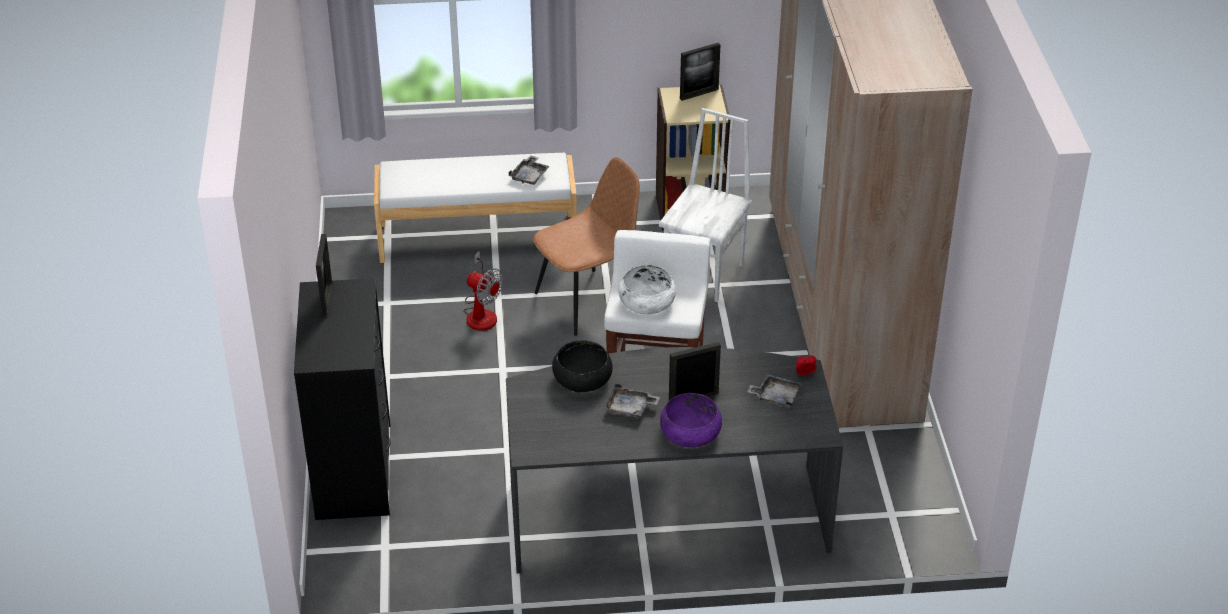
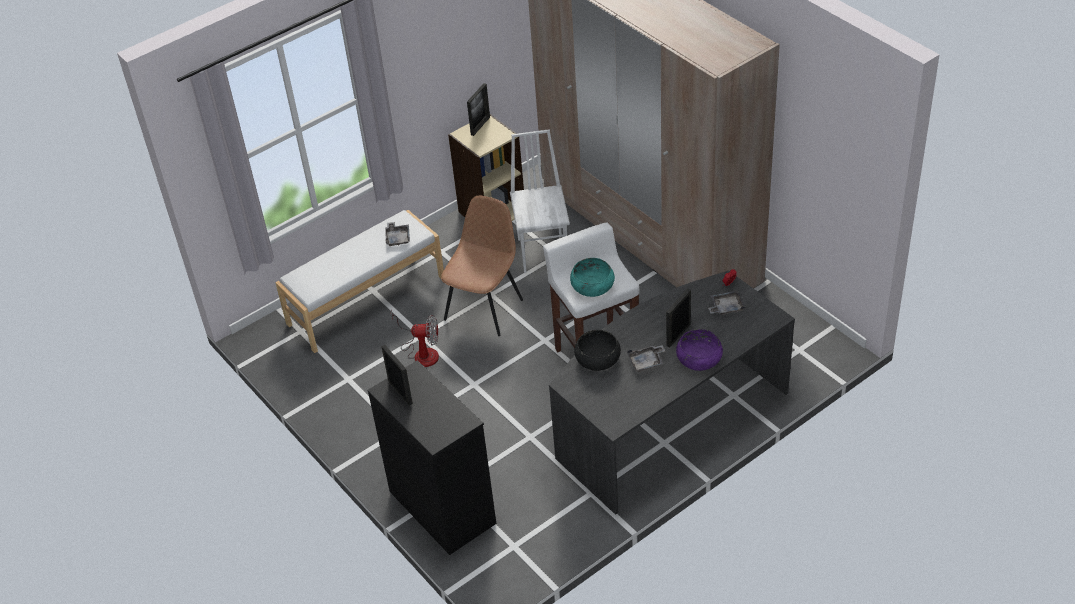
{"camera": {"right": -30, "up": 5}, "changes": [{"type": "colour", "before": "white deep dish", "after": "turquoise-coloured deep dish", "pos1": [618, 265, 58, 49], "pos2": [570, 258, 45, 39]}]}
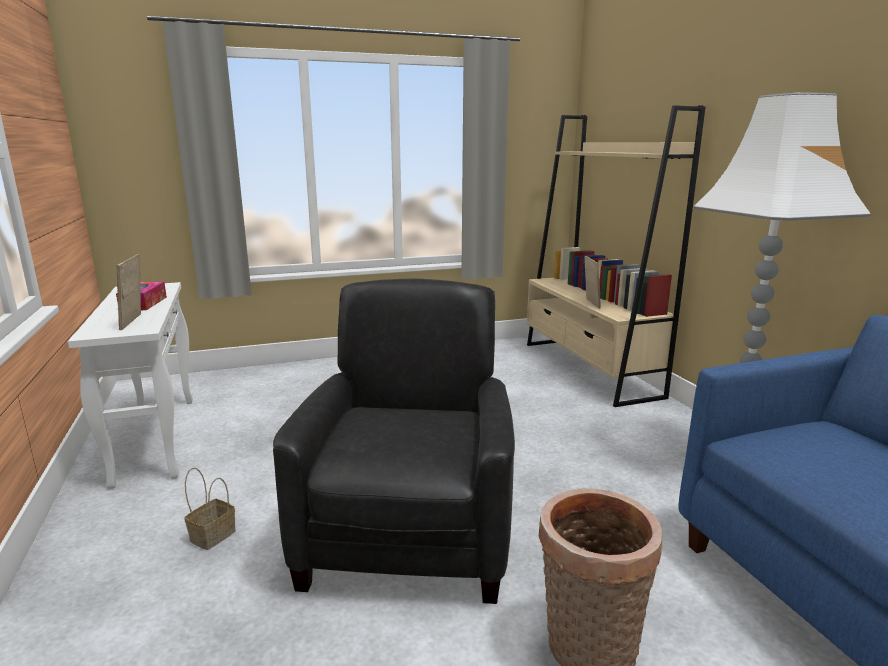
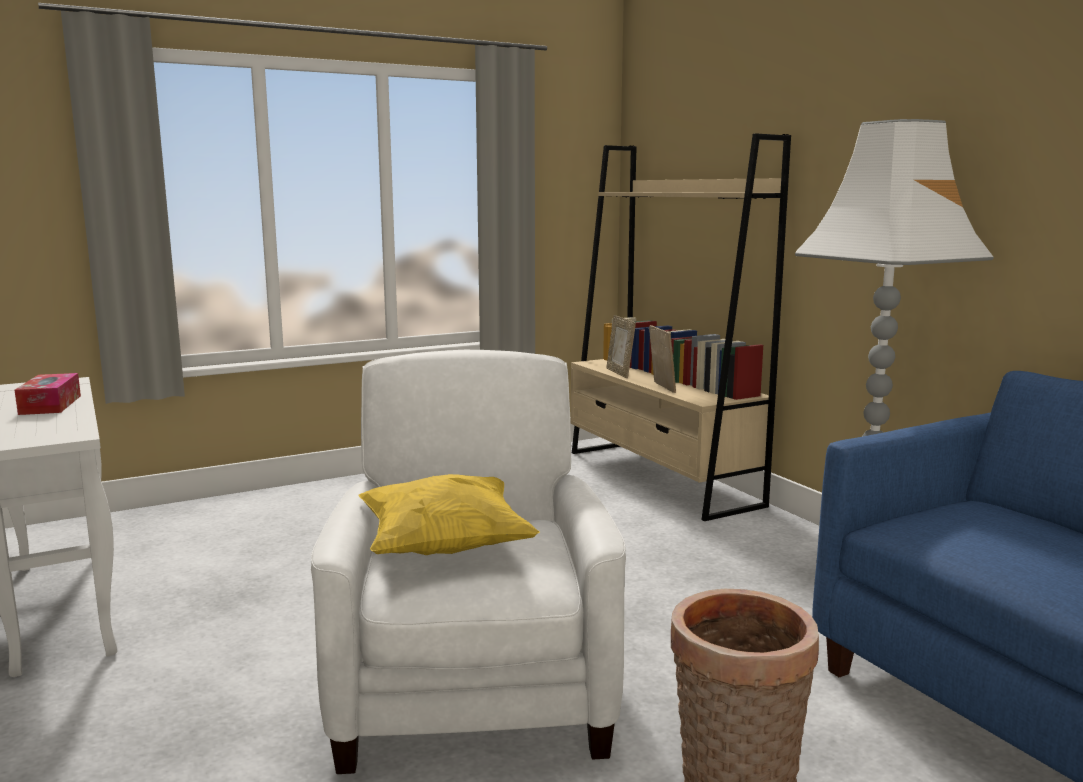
{"camera": {"right": -10, "up": -5}, "changes": [{"type": "relocated", "before": "photo frame", "pos1": [116, 254, 25, 76], "pos2": [607, 315, 29, 63]}, {"type": "missing", "before": "household basket", "pos1": [184, 468, 52, 82]}, {"type": "colour", "before": "black-coloured lounge chair", "after": "white lounge chair", "pos1": [273, 279, 242, 325], "pos2": [311, 350, 315, 424]}, {"type": "appeared", "after": "yellow-coloured pillow", "pos2": [359, 474, 181, 81]}]}
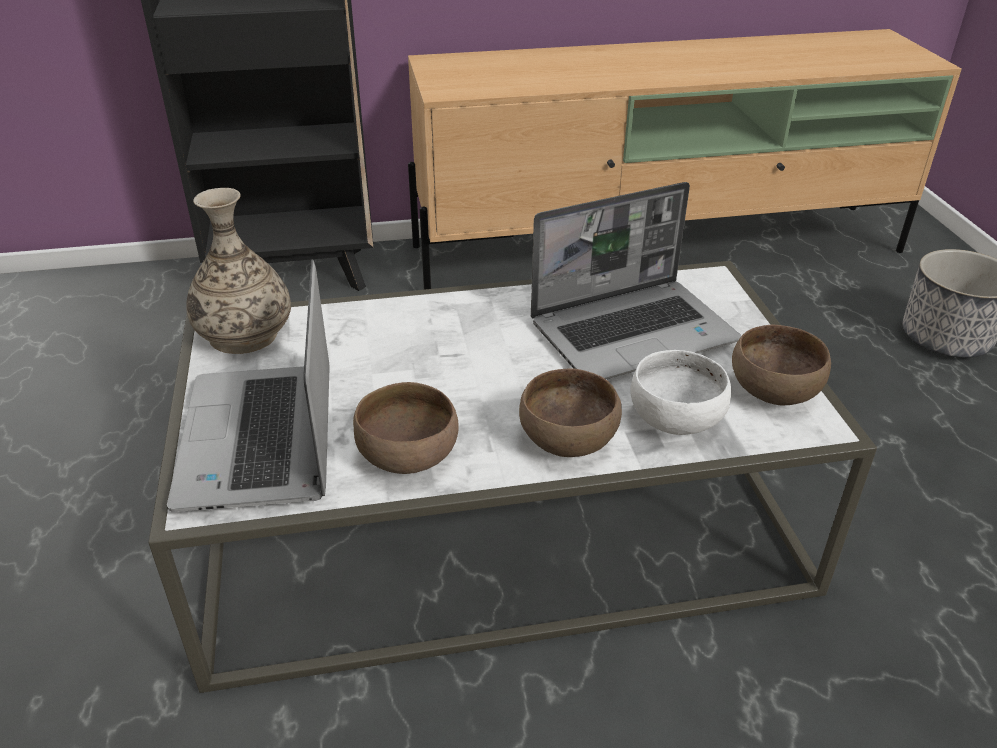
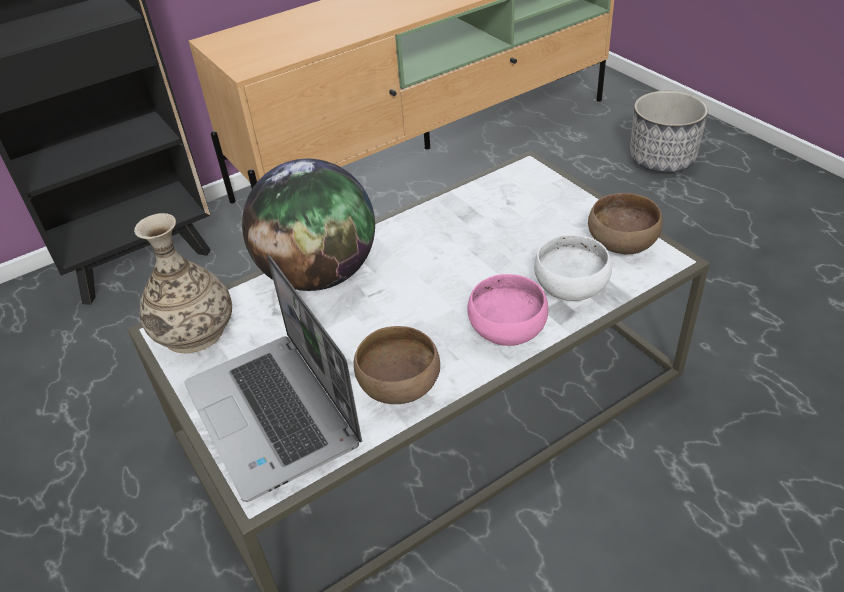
{"camera": {"right": -20, "up": 5}, "changes": [{"type": "colour", "before": "brown-coloured deep dish", "after": "pinkish deep dish", "pos1": [519, 369, 103, 88], "pos2": [467, 274, 81, 72]}, {"type": "missing", "before": "notebook computer", "pos1": [531, 182, 210, 197]}, {"type": "appeared", "after": "world globe", "pos2": [242, 159, 133, 132]}]}
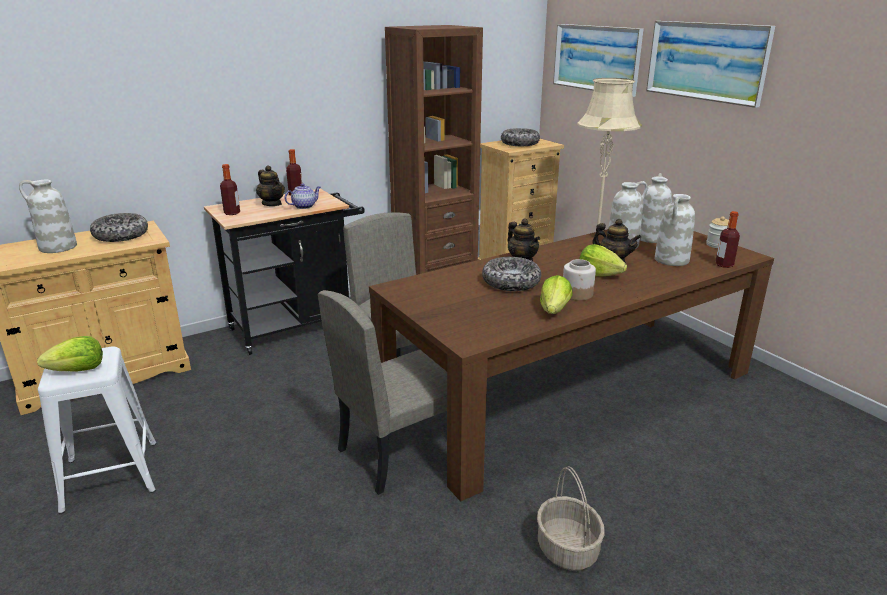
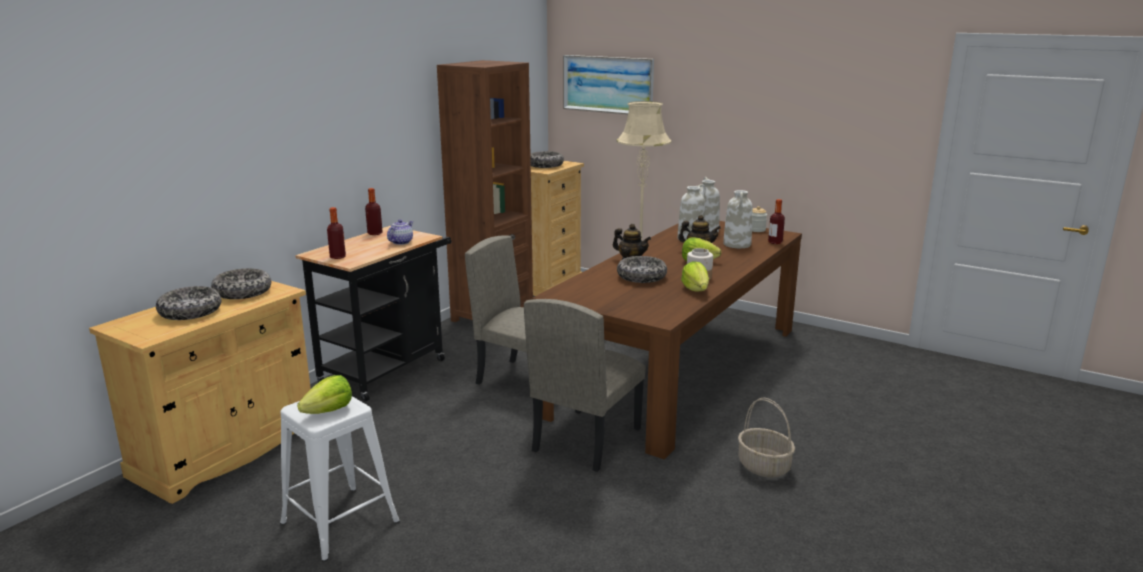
{"camera": {"right": -25, "up": -5}, "changes": [{"type": "exchanged", "before": "white flower vase", "after": "deep dish", "pos1": [19, 180, 58, 73], "pos2": [156, 286, 65, 34]}, {"type": "missing", "before": "teapot", "pos1": [256, 165, 29, 41]}, {"type": "missing", "before": "picture", "pos1": [646, 21, 129, 87]}]}
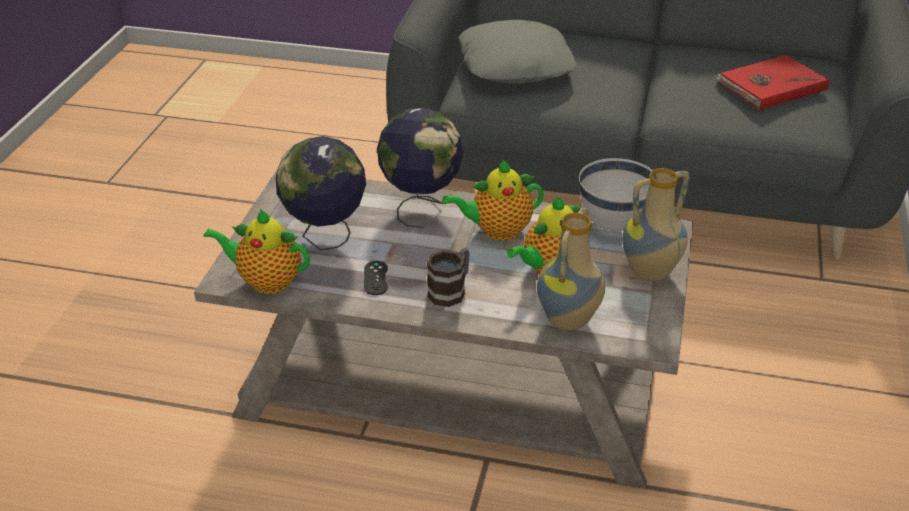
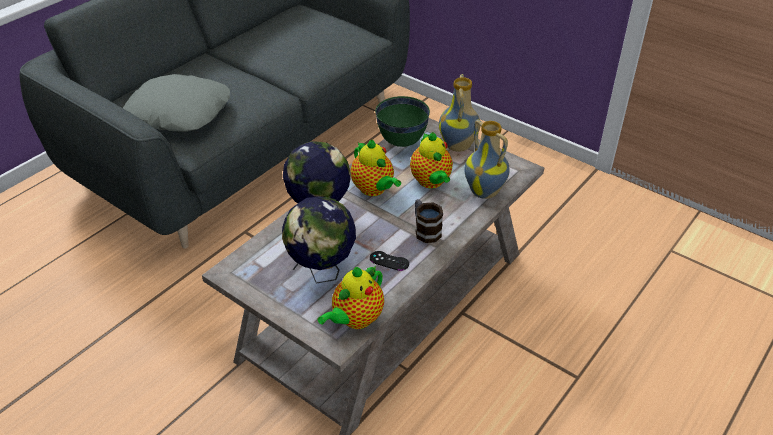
{"camera": {"right": -65, "up": 5}, "changes": [{"type": "spun", "before": "teapot", "pos1": [442, 159, 102, 82], "pos2": [350, 140, 51, 56], "turn": -45}, {"type": "colour", "before": "white deep dish", "after": "green-coloured deep dish", "pos1": [579, 158, 73, 73], "pos2": [375, 96, 55, 51]}, {"type": "missing", "before": "red-coloured bound book", "pos1": [715, 55, 114, 55]}]}
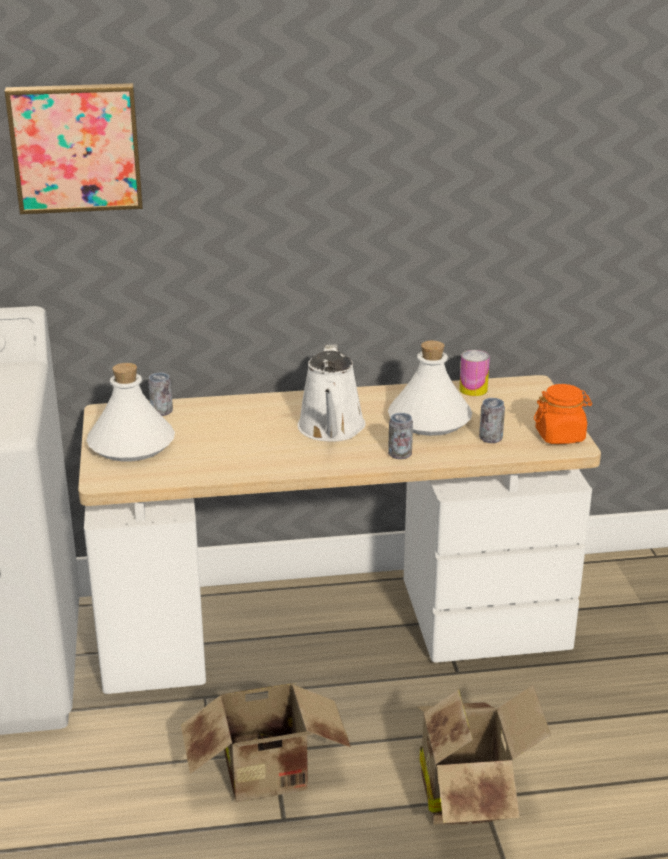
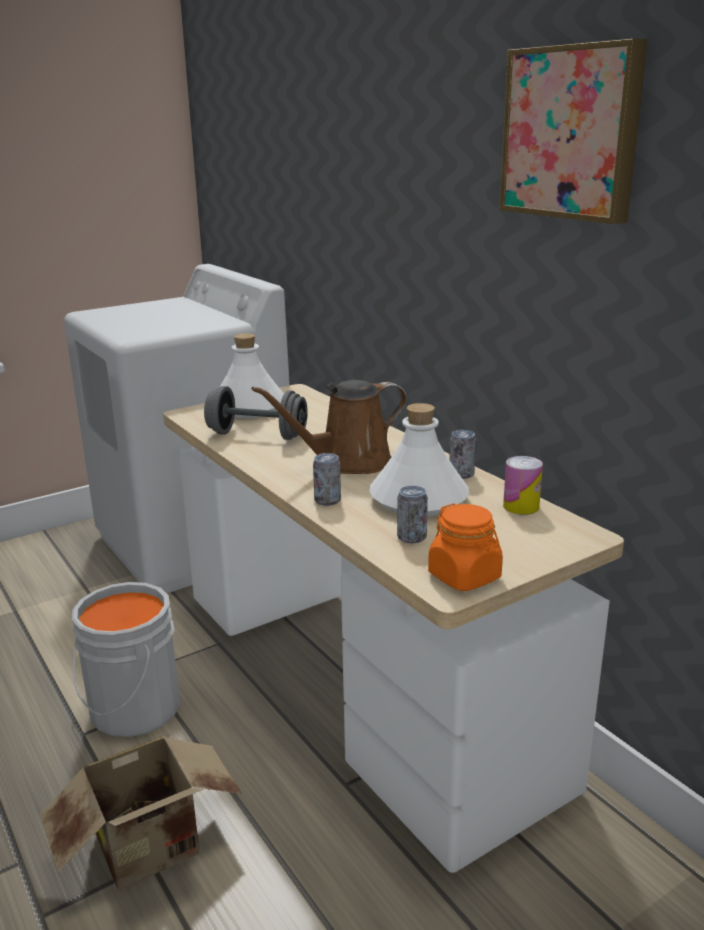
{"camera": {"right": 65, "up": -5}, "changes": [{"type": "relocated", "before": "picture", "pos1": [4, 83, 139, 131], "pos2": [500, 39, 148, 185]}, {"type": "relocated", "before": "sealed can", "pos1": [148, 372, 25, 44], "pos2": [449, 430, 27, 49]}, {"type": "exchanged", "before": "cardboard box", "after": "grey bucket", "pos1": [181, 683, 170, 119], "pos2": [72, 582, 108, 155]}, {"type": "colour", "before": "white watering can", "after": "brown-coloured watering can", "pos1": [298, 344, 68, 98], "pos2": [252, 380, 155, 94]}, {"type": "appeared", "after": "grey hand weight", "pos2": [204, 386, 104, 54]}]}
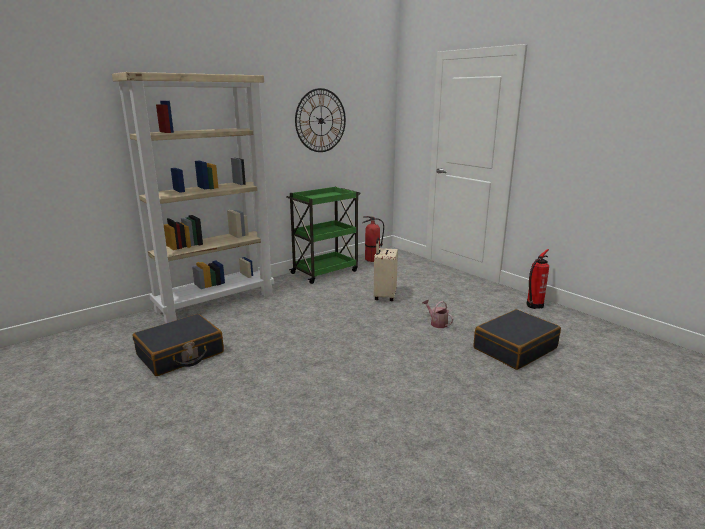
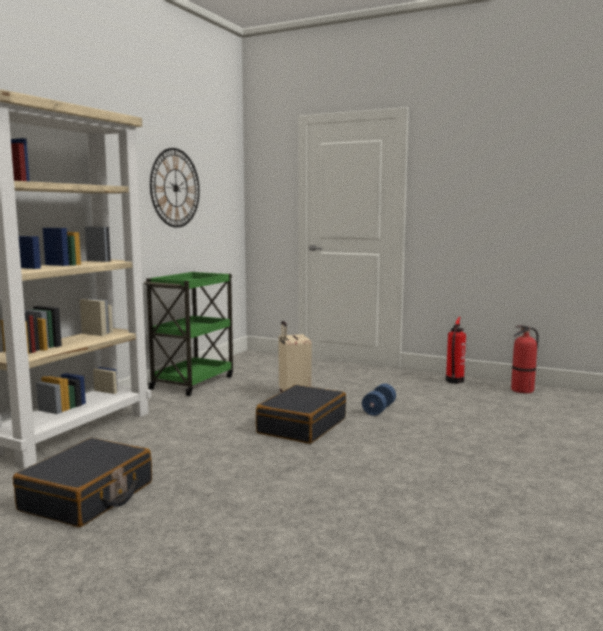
{"camera": {"right": -25, "up": -10}, "changes": [{"type": "relocated", "before": "extinguisher", "pos1": [362, 216, 22, 46], "pos2": [511, 325, 27, 69]}, {"type": "exchanged", "before": "watering can", "after": "blue hand weight", "pos1": [423, 300, 30, 28], "pos2": [362, 384, 34, 32]}, {"type": "relocated", "before": "black-coloured suitcase", "pos1": [474, 309, 87, 61], "pos2": [256, 385, 90, 59]}]}
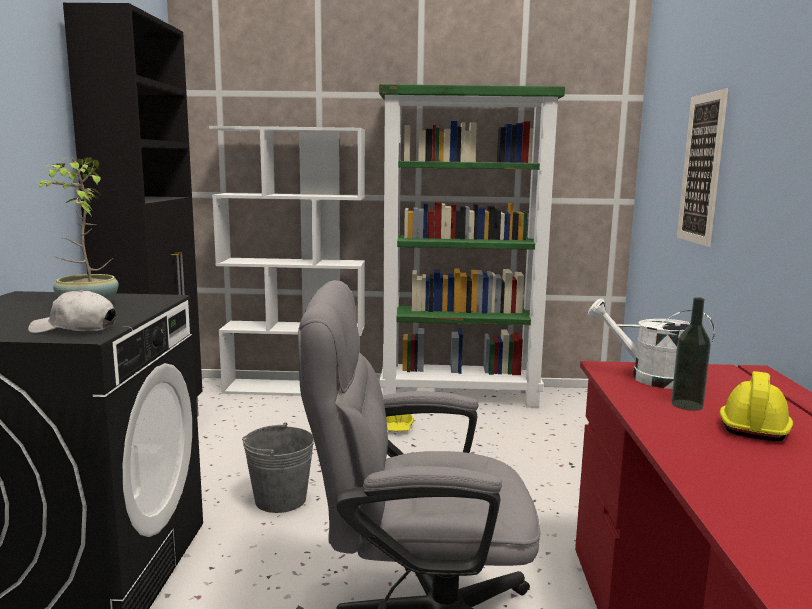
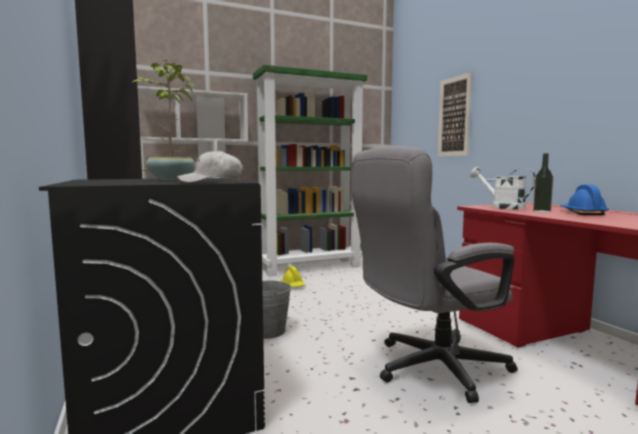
{"camera": {"right": -25, "up": -5}, "changes": [{"type": "spun", "before": "white watering can", "pos1": [588, 299, 127, 90], "pos2": [470, 167, 65, 43], "turn": 45}, {"type": "colour", "before": "yellow-coloured work helmet", "after": "blue work helmet", "pos1": [720, 371, 73, 70], "pos2": [560, 184, 49, 31]}]}
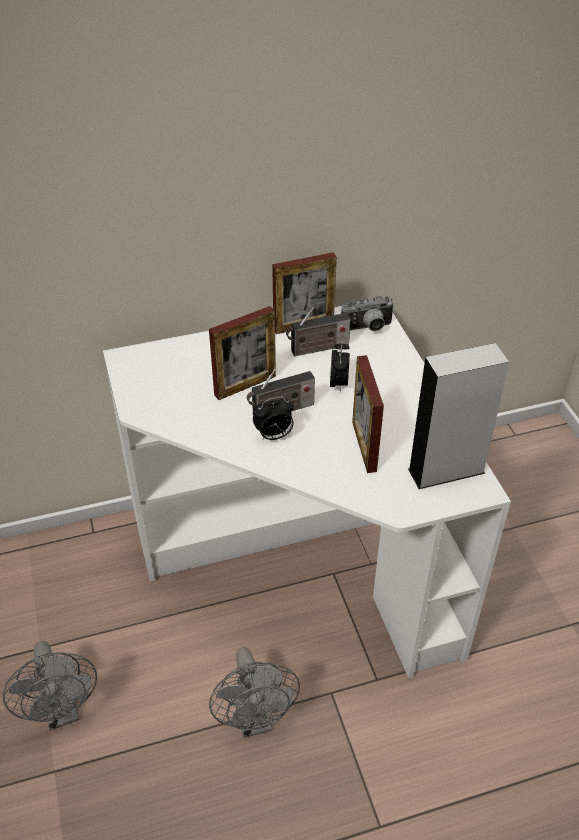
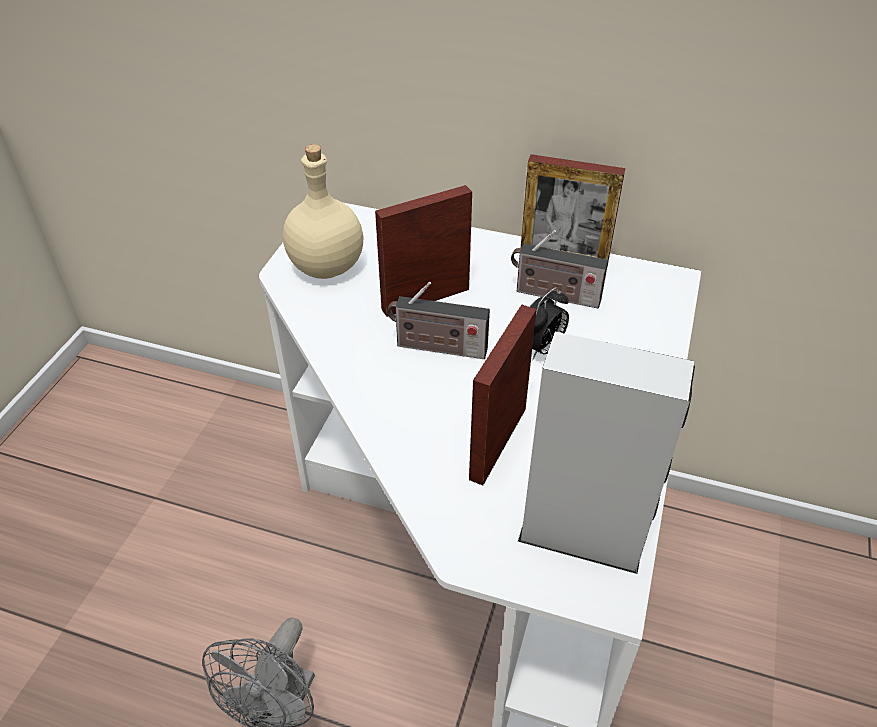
{"camera": {"right": 35, "up": 0}, "changes": [{"type": "missing", "before": "grey electric fan", "pos1": [3, 641, 94, 90]}, {"type": "spun", "before": "photo frame", "pos1": [209, 306, 67, 94], "pos2": [375, 185, 97, 132], "turn": 150}, {"type": "missing", "before": "alarm clock", "pos1": [253, 397, 41, 43]}, {"type": "missing", "before": "photo camera", "pos1": [341, 296, 54, 36]}, {"type": "appeared", "after": "beige drink bottle", "pos2": [283, 144, 80, 135]}]}
